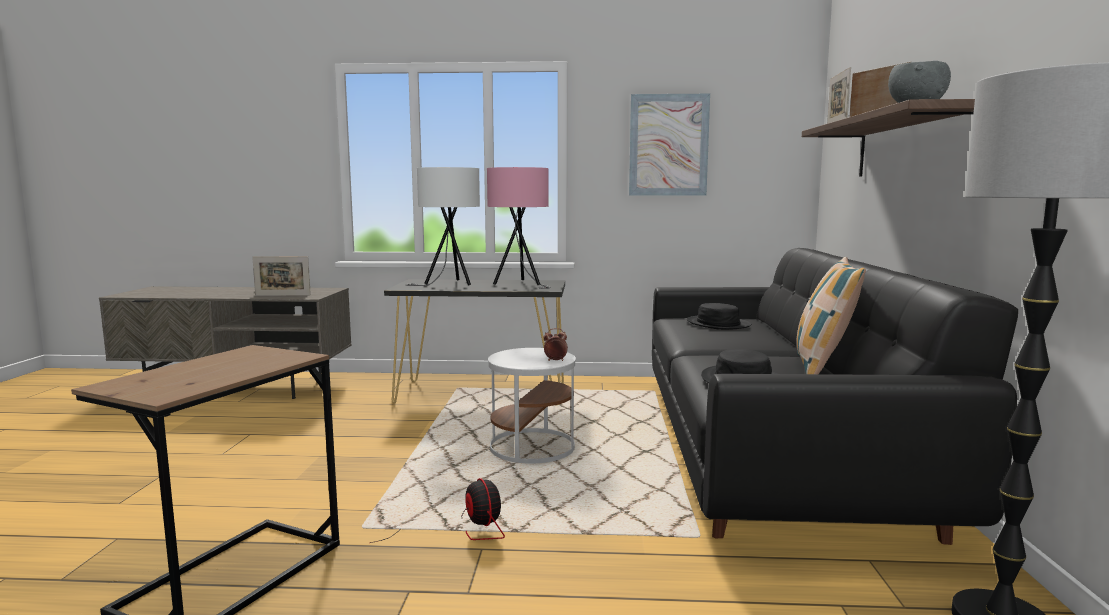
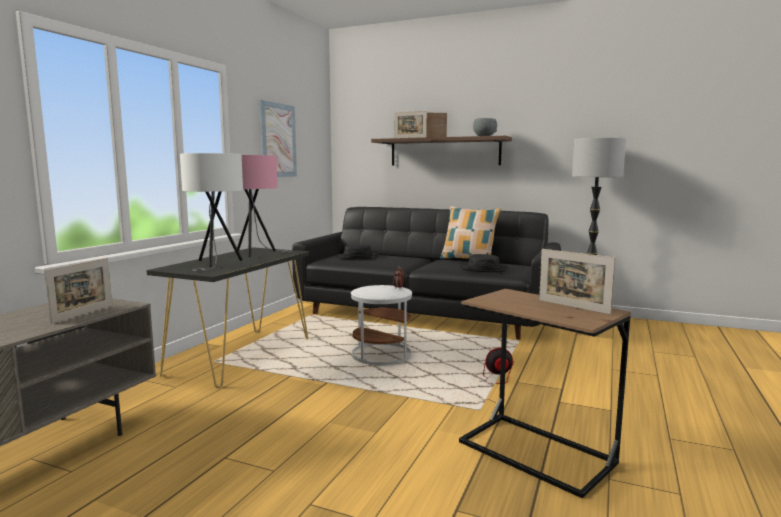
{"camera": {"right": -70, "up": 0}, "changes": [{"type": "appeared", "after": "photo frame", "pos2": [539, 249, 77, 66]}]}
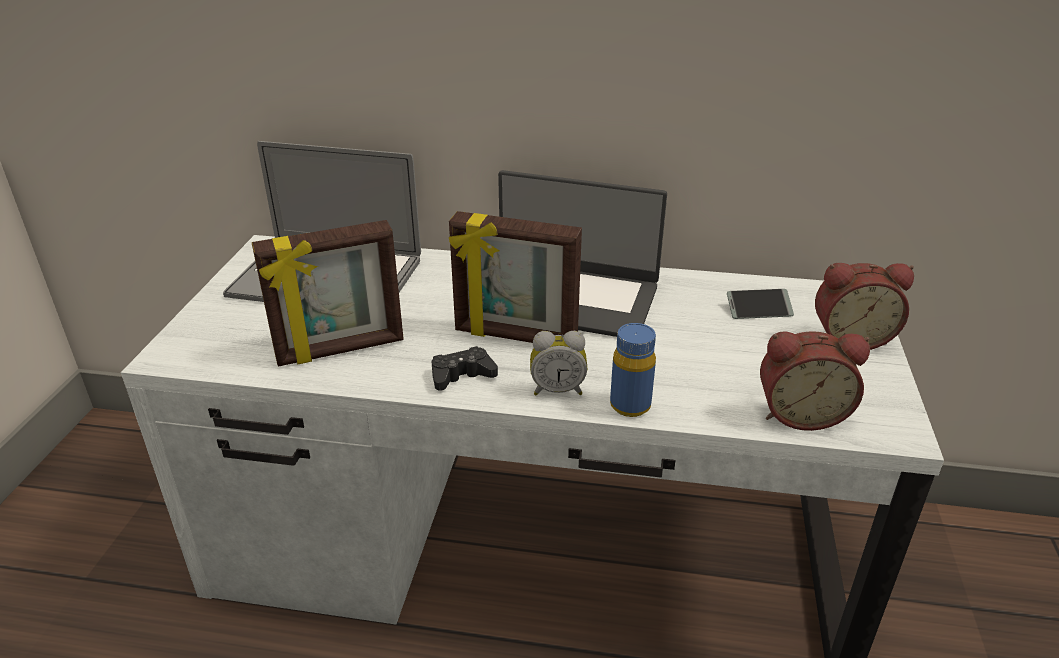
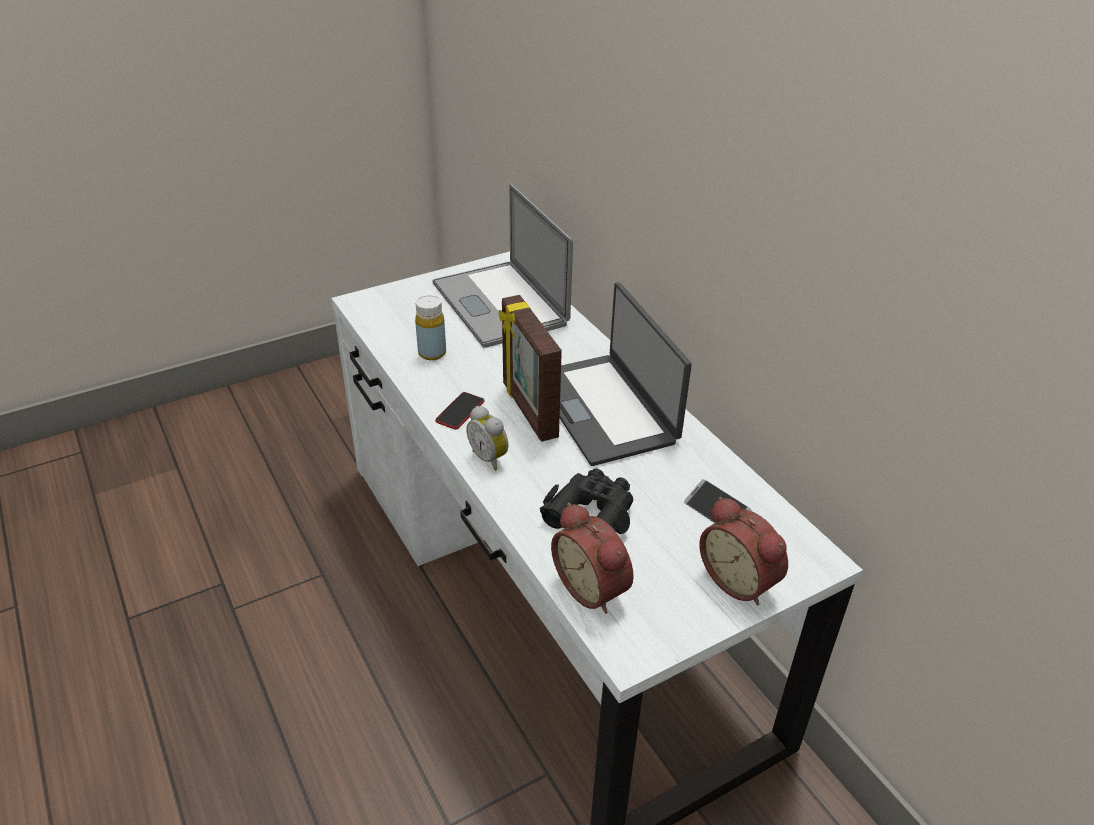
{"camera": {"right": 50, "up": 5}, "changes": [{"type": "exchanged", "before": "photo frame", "after": "yellow-coloured drink bottle", "pos1": [252, 220, 152, 146], "pos2": [415, 295, 31, 65]}, {"type": "exchanged", "before": "black-coloured joypad", "after": "handset", "pos1": [432, 346, 66, 45], "pos2": [435, 392, 49, 37]}, {"type": "missing", "before": "blue drink bottle", "pos1": [610, 323, 46, 94]}, {"type": "appeared", "after": "black-coloured field glasses", "pos2": [540, 468, 93, 66]}]}
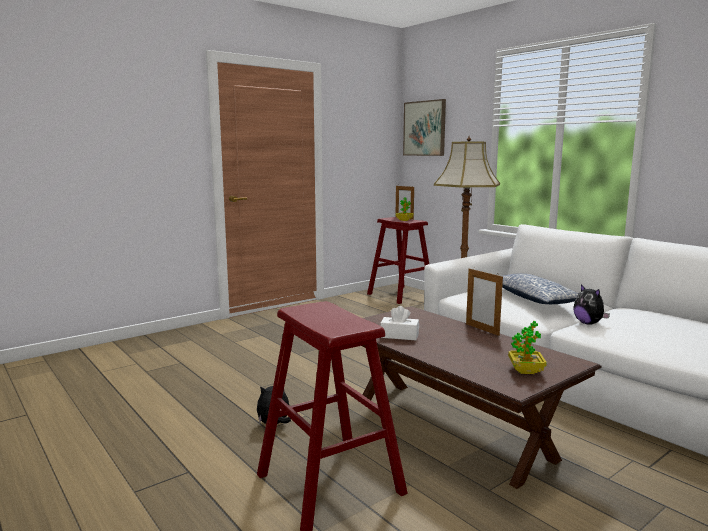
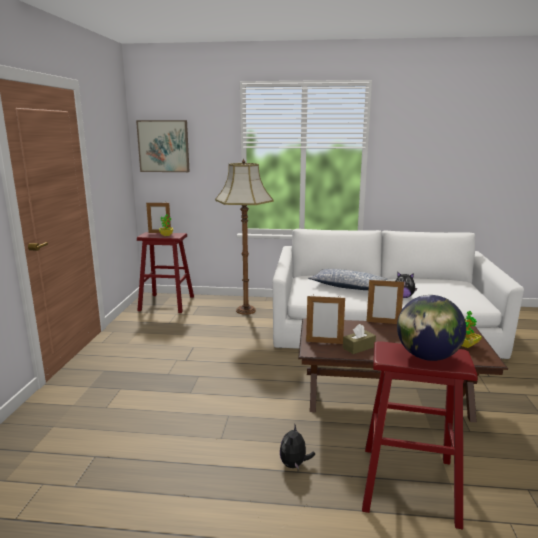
{"camera": {"right": -45, "up": 5}, "changes": [{"type": "colour", "before": "white tissue holder", "after": "brown-coloured tissue holder", "pos1": [380, 306, 39, 34], "pos2": [343, 324, 33, 30]}, {"type": "appeared", "after": "photo frame", "pos2": [306, 296, 39, 48]}, {"type": "appeared", "after": "world globe", "pos2": [397, 295, 69, 66]}]}
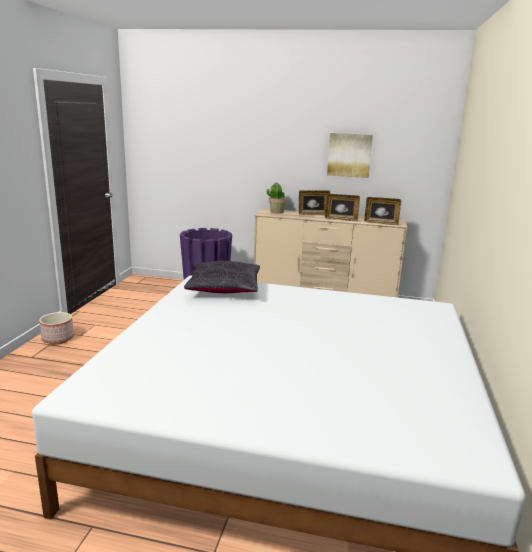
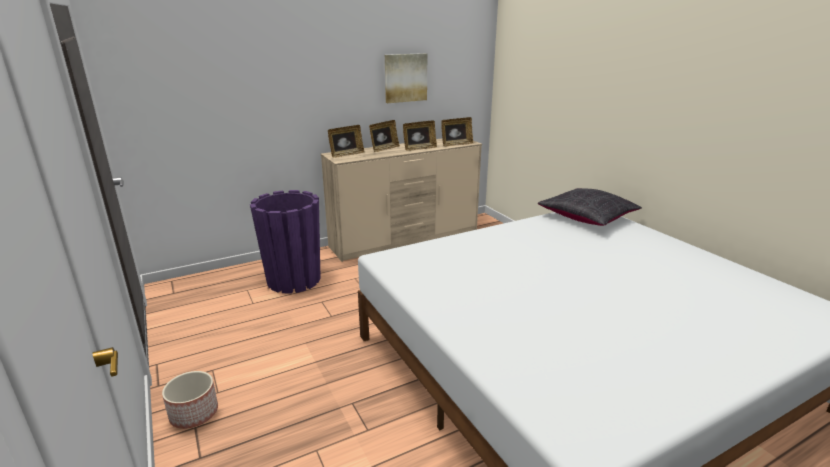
{"camera": {"right": -40, "up": 5}, "changes": [{"type": "relocated", "before": "black-coloured pillow", "pos1": [184, 261, 76, 32], "pos2": [538, 188, 104, 38]}, {"type": "exchanged", "before": "potted plant", "after": "photo frame", "pos1": [267, 182, 20, 32], "pos2": [328, 125, 37, 33]}]}
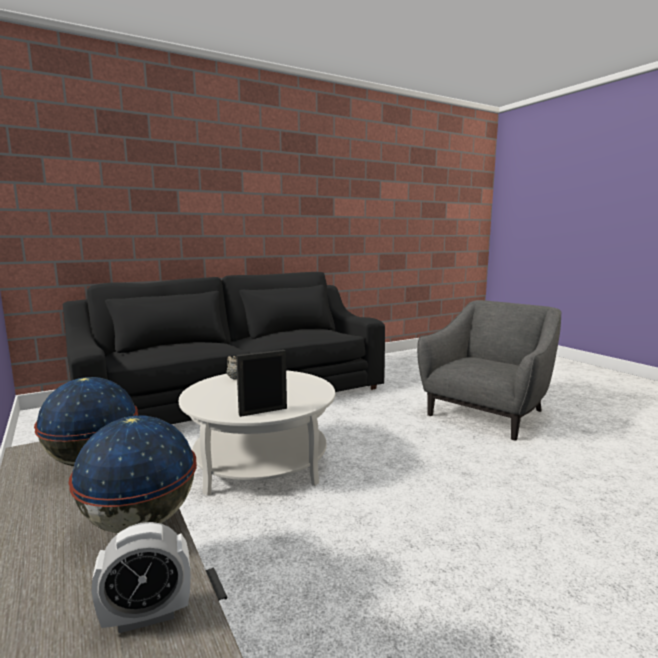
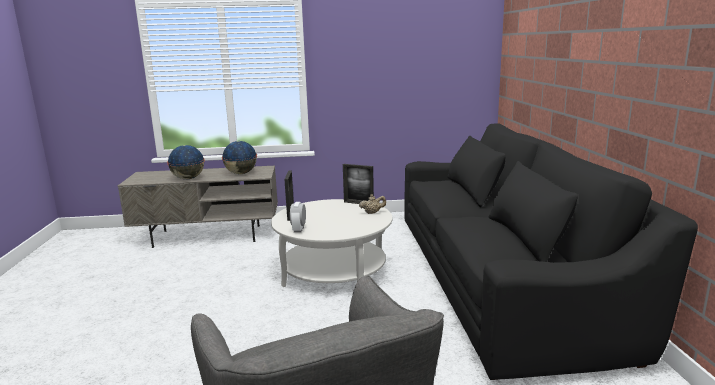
{"camera": {"right": 115, "up": 5}, "changes": [{"type": "relocated", "before": "alarm clock", "pos1": [92, 522, 99, 111], "pos2": [290, 202, 16, 31]}, {"type": "appeared", "after": "photo frame", "pos2": [343, 164, 31, 40]}]}
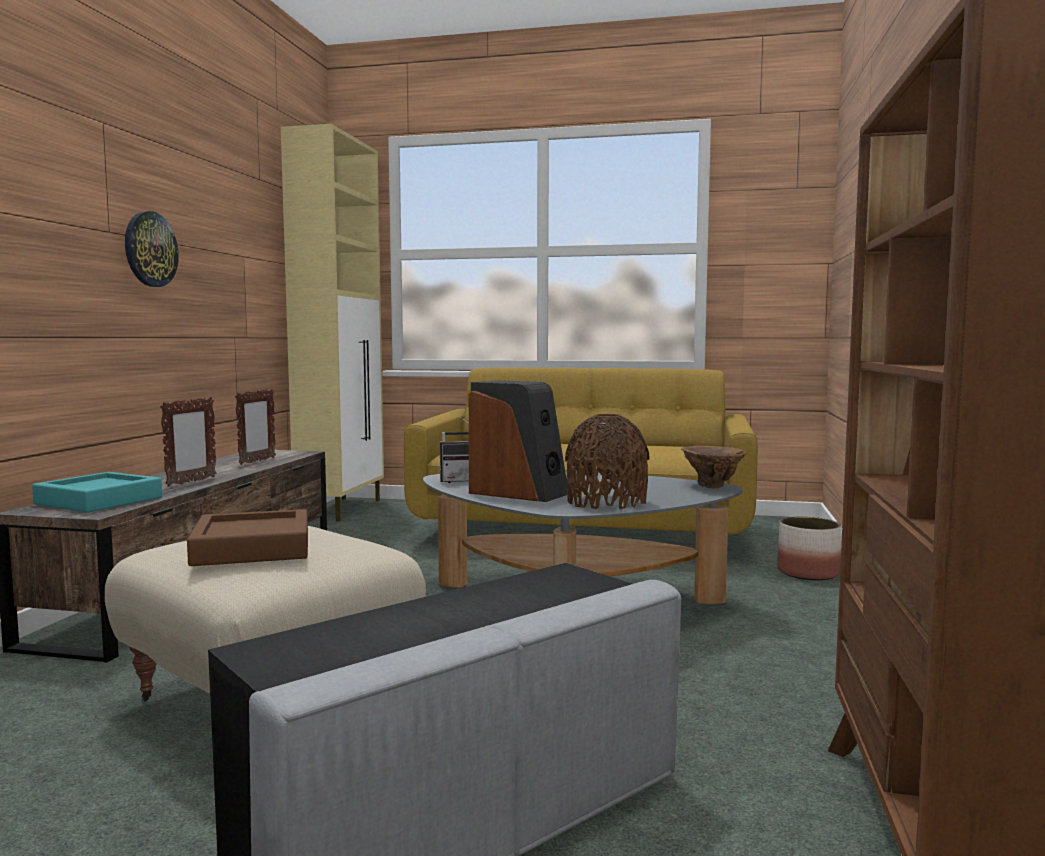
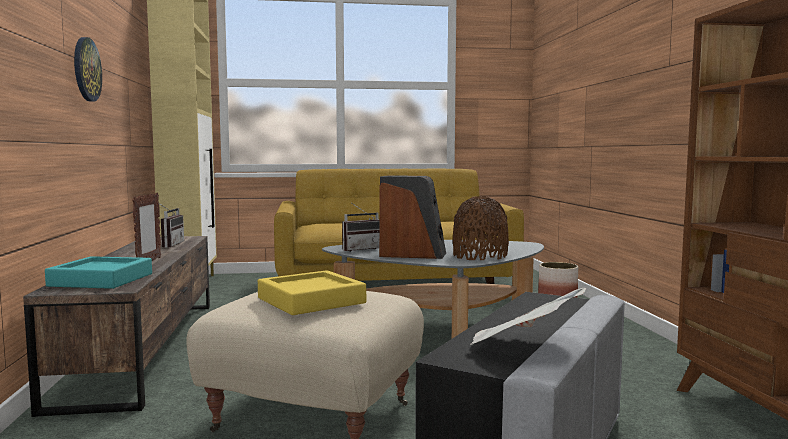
{"camera": {"right": -20, "up": 0}, "changes": [{"type": "colour", "before": "brown-coloured carrying tray", "after": "yellow-coloured carrying tray", "pos1": [187, 509, 121, 57], "pos2": [258, 270, 108, 45]}, {"type": "exchanged", "before": "photo frame", "after": "radio set", "pos1": [235, 389, 41, 76], "pos2": [159, 203, 25, 45]}, {"type": "missing", "before": "brown-coloured flower vase", "pos1": [681, 446, 65, 42]}, {"type": "appeared", "after": "printed paper", "pos2": [471, 288, 115, 57]}]}
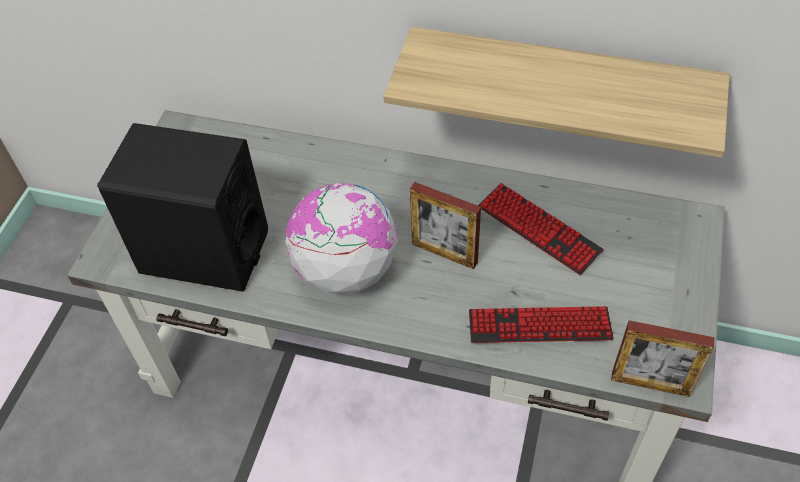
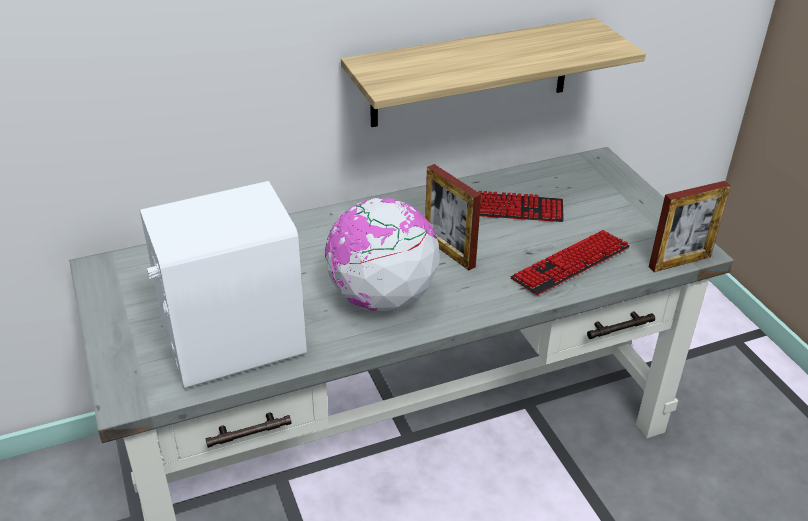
{"camera": {"right": -40, "up": -15}, "changes": [{"type": "colour", "before": "black-coloured audio speaker", "after": "white audio speaker", "pos1": [97, 123, 171, 169], "pos2": [140, 181, 167, 208]}, {"type": "spun", "before": "photo frame", "pos1": [410, 182, 71, 87], "pos2": [425, 164, 56, 106], "turn": 60}]}
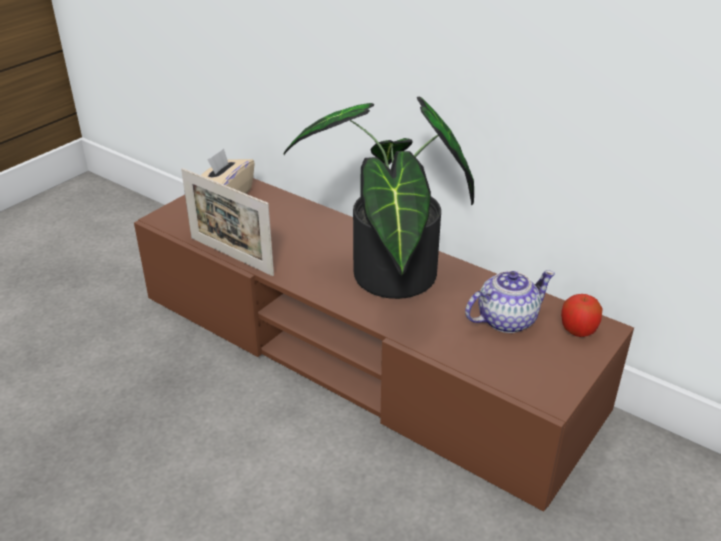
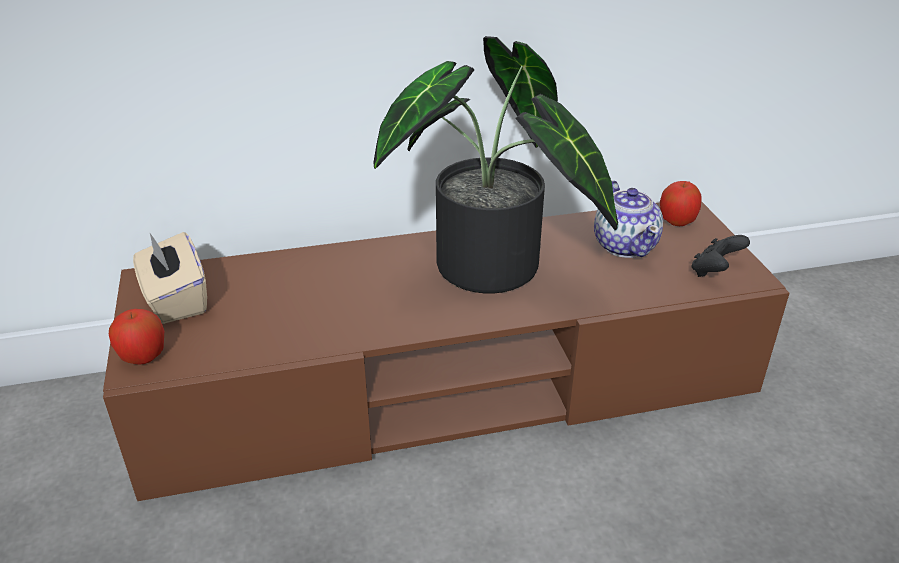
{"camera": {"right": -50, "up": 0}, "changes": [{"type": "missing", "before": "photo frame", "pos1": [181, 168, 93, 108]}, {"type": "spun", "before": "teapot", "pos1": [465, 270, 90, 63], "pos2": [594, 181, 69, 77], "turn": 150}, {"type": "appeared", "after": "apple", "pos2": [109, 309, 55, 56]}, {"type": "appeared", "after": "black-coloured joypad", "pos2": [692, 235, 58, 42]}]}
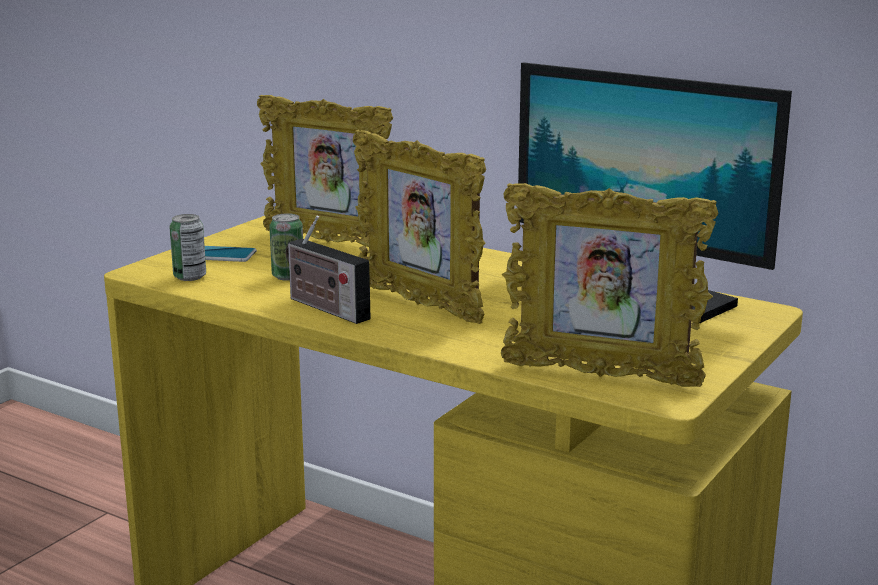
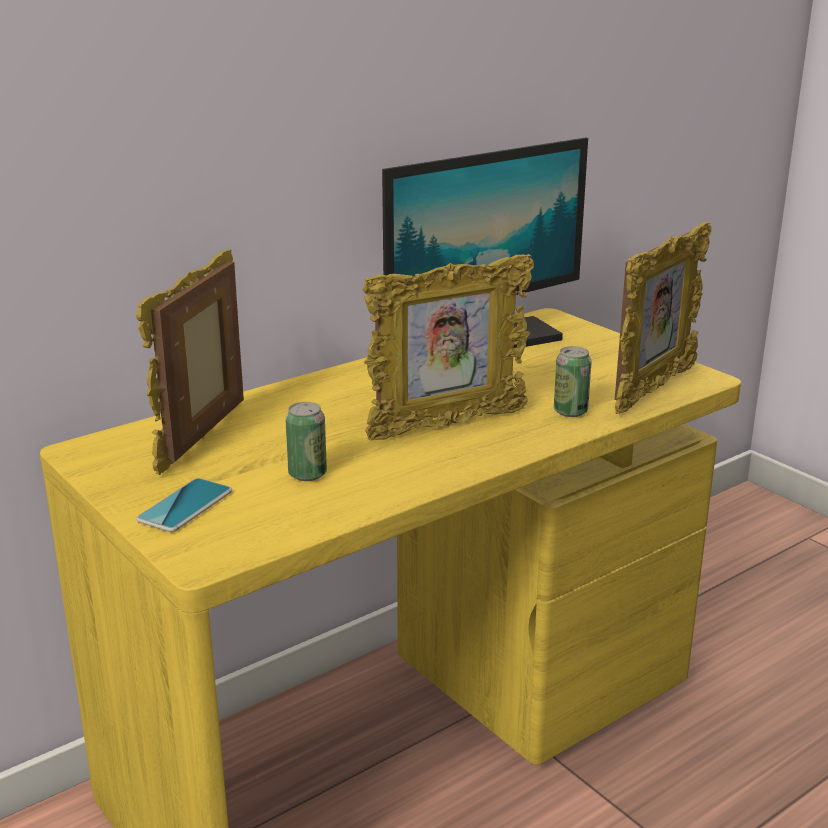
{"camera": {"right": -70, "up": 5}, "changes": [{"type": "relocated", "before": "sealed can", "pos1": [170, 214, 36, 67], "pos2": [554, 346, 38, 71]}, {"type": "spun", "before": "photo frame", "pos1": [257, 95, 136, 152], "pos2": [136, 249, 108, 226], "turn": 150}, {"type": "missing", "before": "radio set", "pos1": [286, 215, 84, 109]}]}
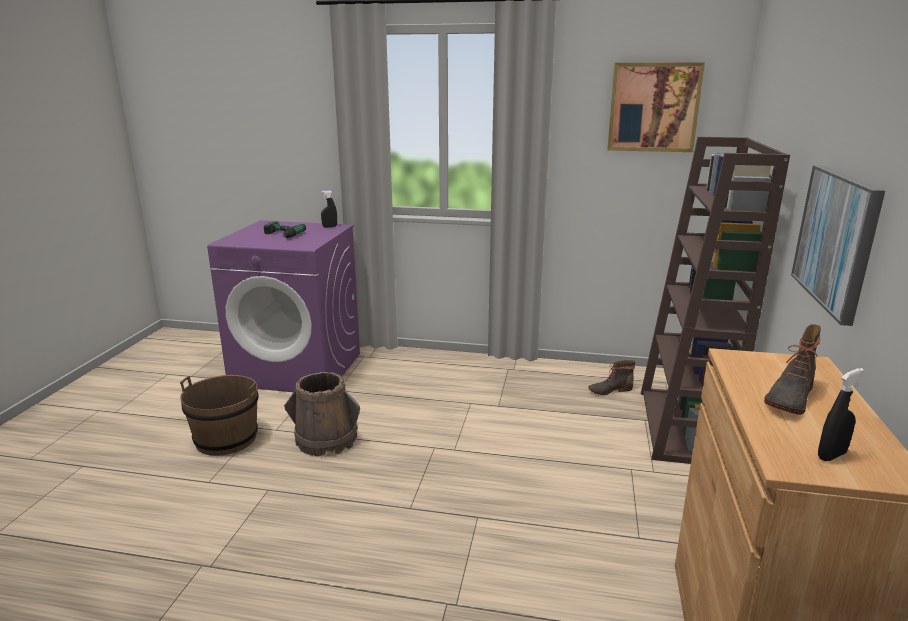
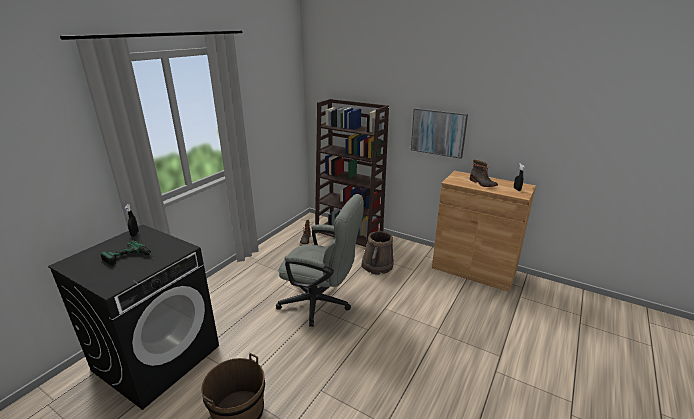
{"camera": {"right": -70, "up": 5}, "changes": [{"type": "colour", "before": "purple laundry machine", "after": "black-coloured laundry machine", "pos1": [207, 220, 153, 172], "pos2": [48, 225, 171, 185]}, {"type": "relocated", "before": "brown-coloured bucket", "pos1": [284, 372, 76, 85], "pos2": [361, 231, 33, 44]}, {"type": "missing", "before": "picture", "pos1": [607, 63, 98, 89]}, {"type": "appeared", "after": "grey desk chair", "pos2": [276, 194, 88, 133]}]}
